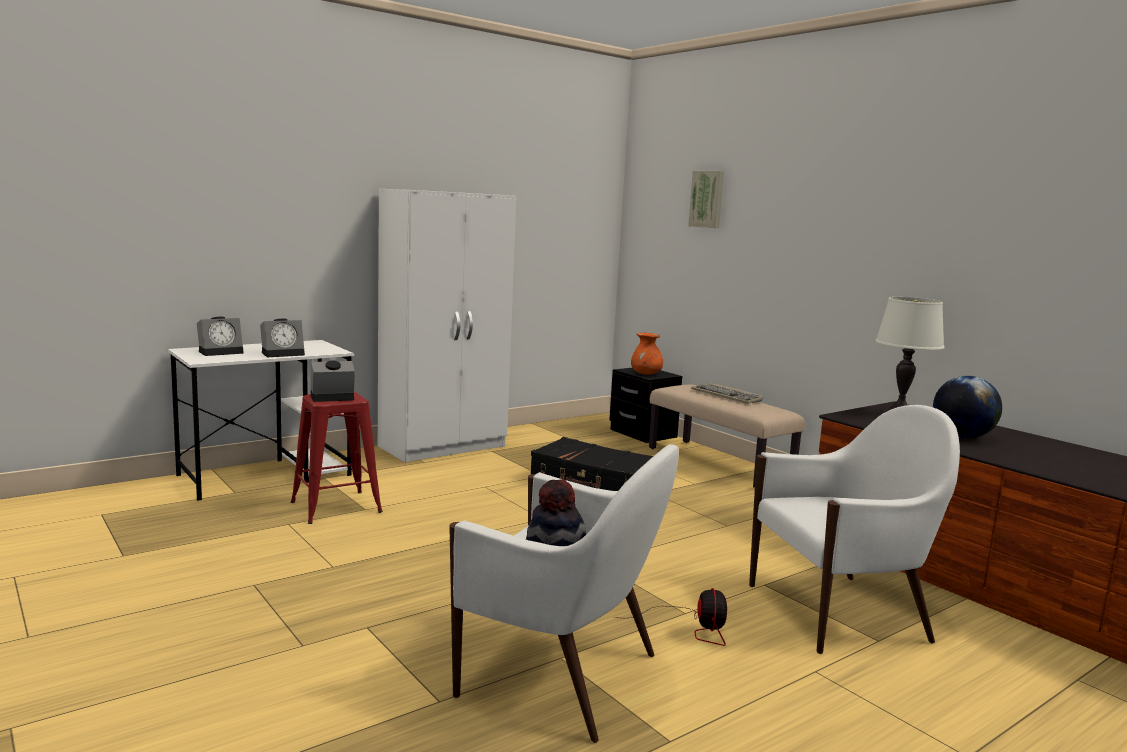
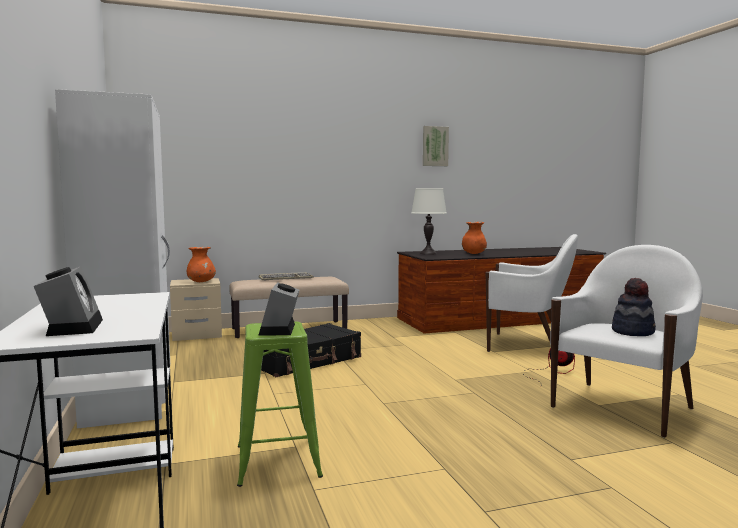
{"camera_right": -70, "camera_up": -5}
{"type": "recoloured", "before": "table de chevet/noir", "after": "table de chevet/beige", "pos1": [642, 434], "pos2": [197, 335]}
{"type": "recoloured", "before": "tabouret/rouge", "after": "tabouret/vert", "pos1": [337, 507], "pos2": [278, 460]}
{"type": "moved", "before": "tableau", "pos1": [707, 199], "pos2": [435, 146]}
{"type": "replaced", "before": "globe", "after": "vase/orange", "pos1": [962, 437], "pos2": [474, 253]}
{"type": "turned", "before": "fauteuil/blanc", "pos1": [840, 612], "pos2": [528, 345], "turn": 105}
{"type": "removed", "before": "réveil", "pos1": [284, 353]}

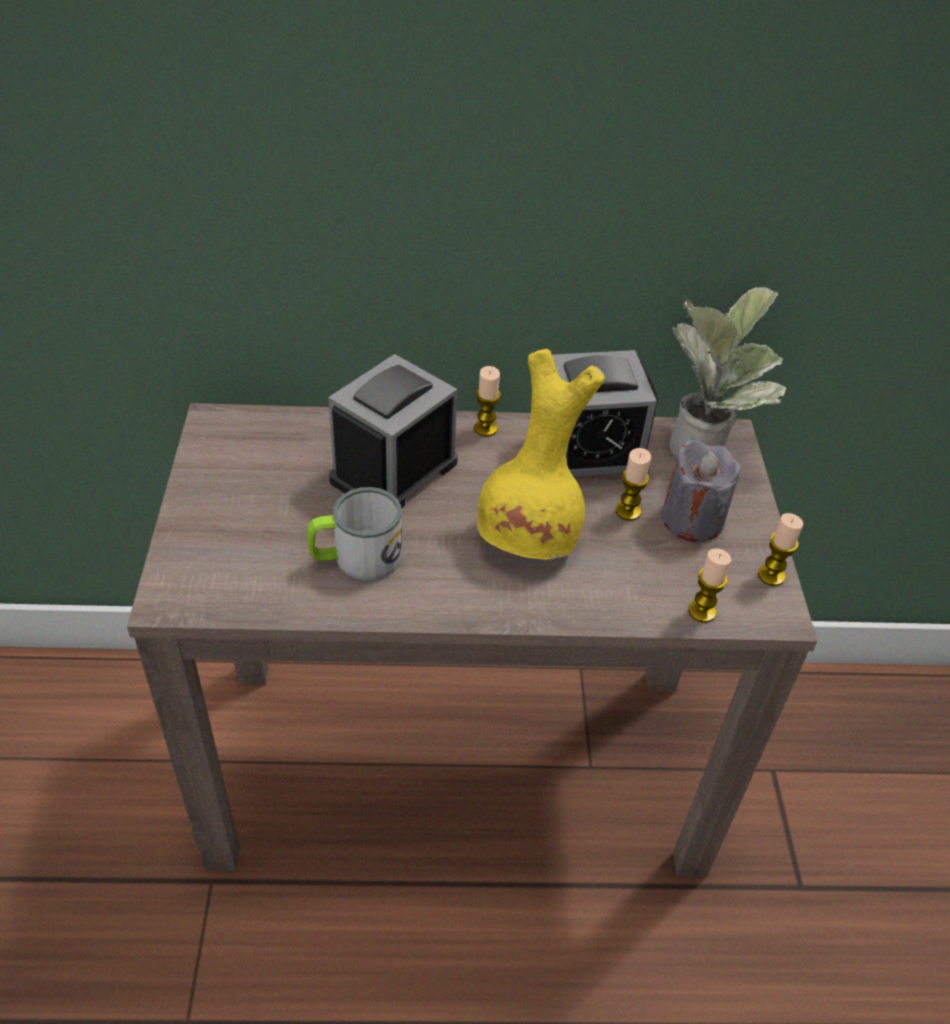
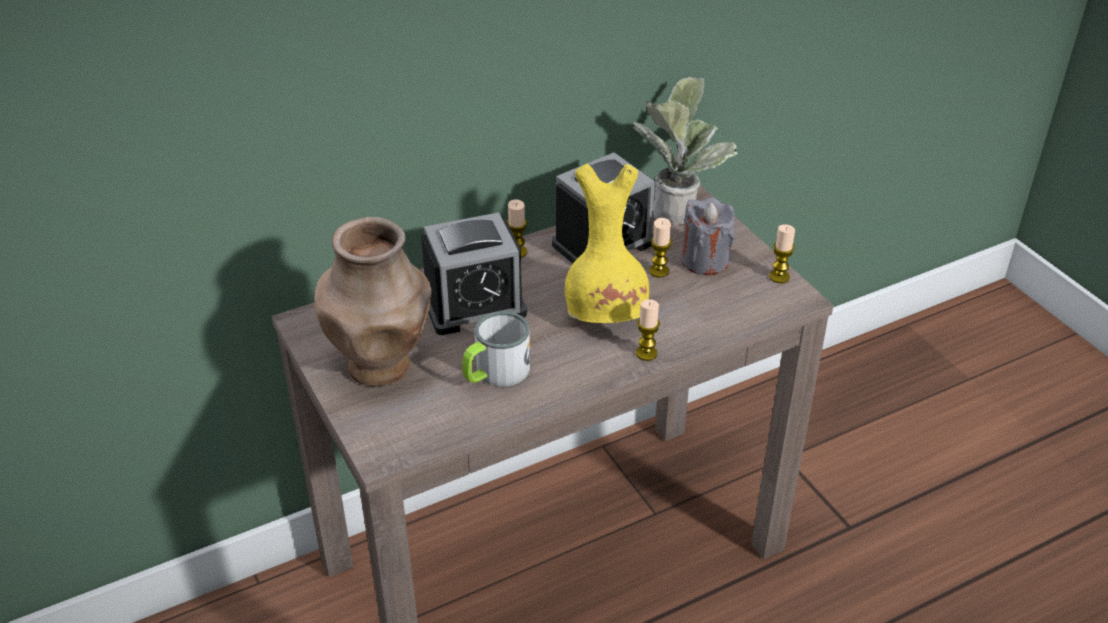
{"camera_right": -25, "camera_up": -5}
{"type": "added", "after": "vase/marron", "pos2": [381, 366]}
{"type": "turned", "before": "réveil", "pos1": [394, 471], "pos2": [474, 305], "turn": -120}
{"type": "moved", "before": "bougie", "pos1": [702, 611], "pos2": [646, 353]}

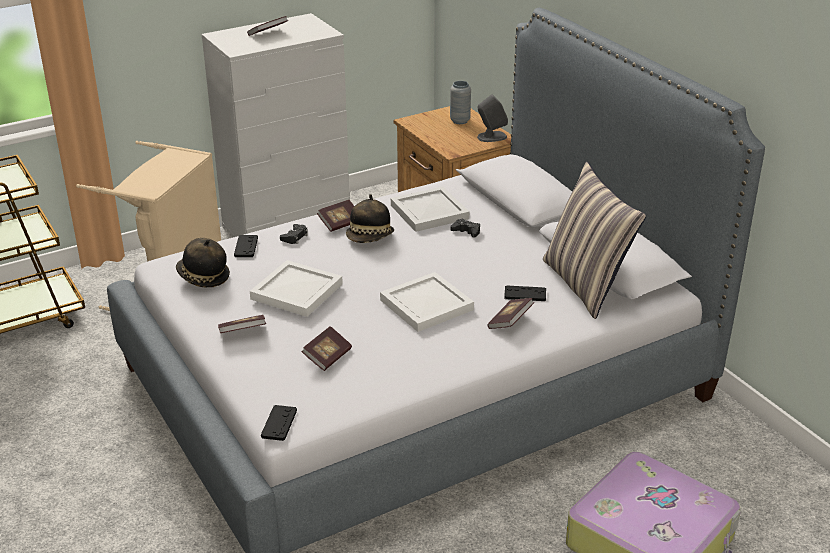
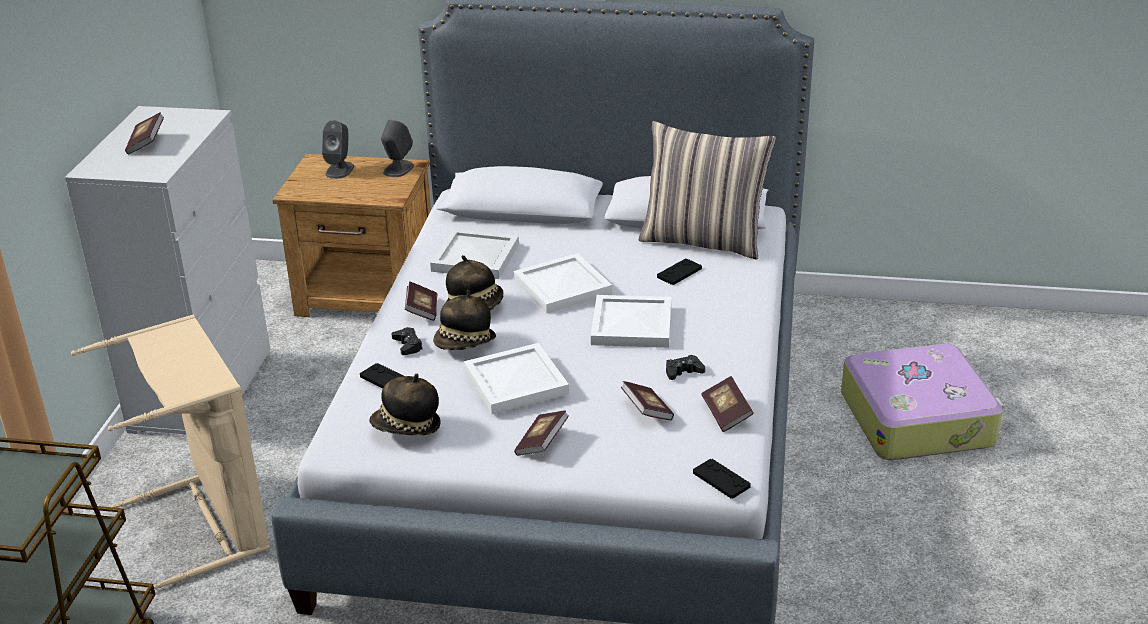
{"camera_right": -50, "camera_up": 0}
{"type": "replaced", "before": "vase/gris", "after": "enceinte/gris", "pos1": [460, 121], "pos2": [340, 170]}
{"type": "added", "after": "chapeau", "pos2": [465, 344]}
{"type": "added", "after": "plateau/blanc", "pos2": [563, 286]}
{"type": "moved", "before": "manette/noir", "pos1": [466, 231], "pos2": [683, 372]}
{"type": "moved", "before": "livre", "pos1": [510, 322], "pos2": [726, 414]}

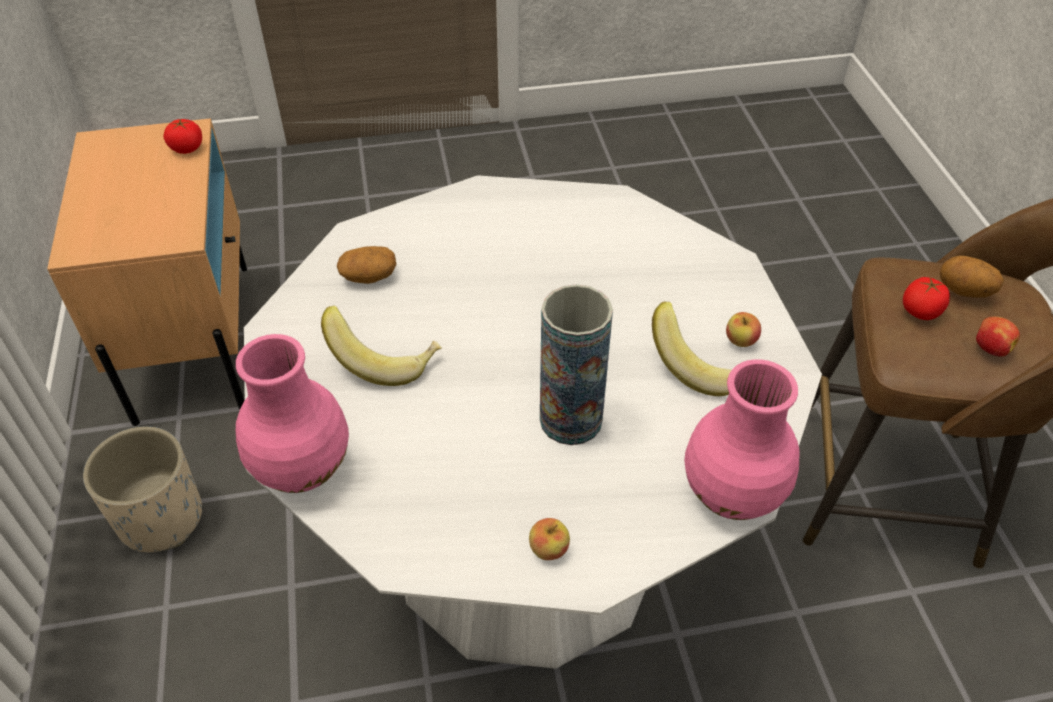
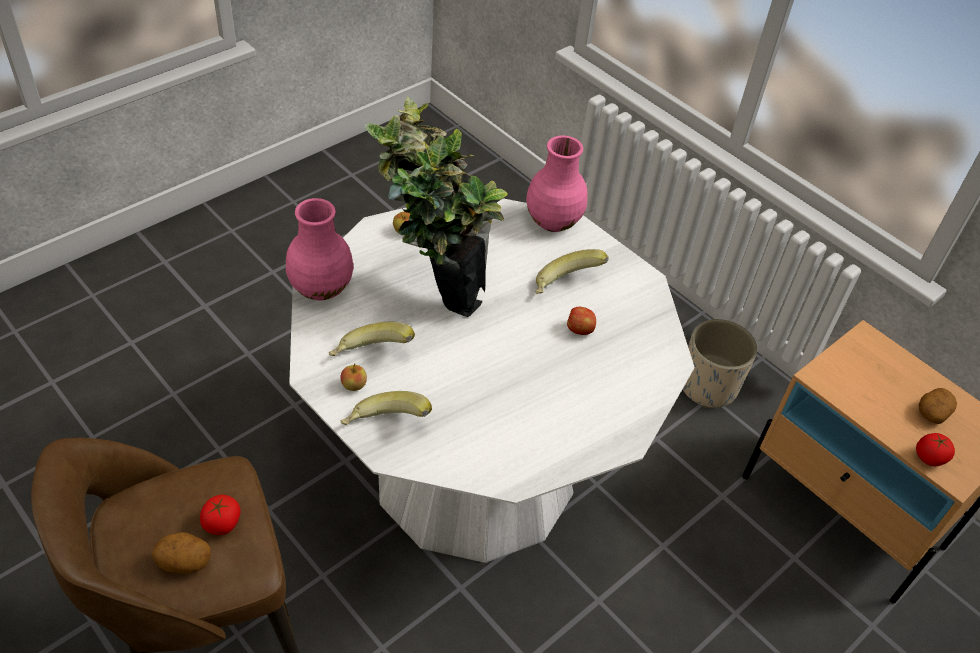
{"camera_right": 145, "camera_up": 0}
{"type": "added", "after": "banane", "pos2": [386, 427]}
{"type": "replaced", "before": "vase", "after": "plante en pot", "pos1": [571, 420], "pos2": [433, 294]}
{"type": "moved", "before": "pomme", "pos1": [990, 348], "pos2": [580, 330]}
{"type": "moved", "before": "pomme de terre", "pos1": [368, 276], "pos2": [932, 412]}

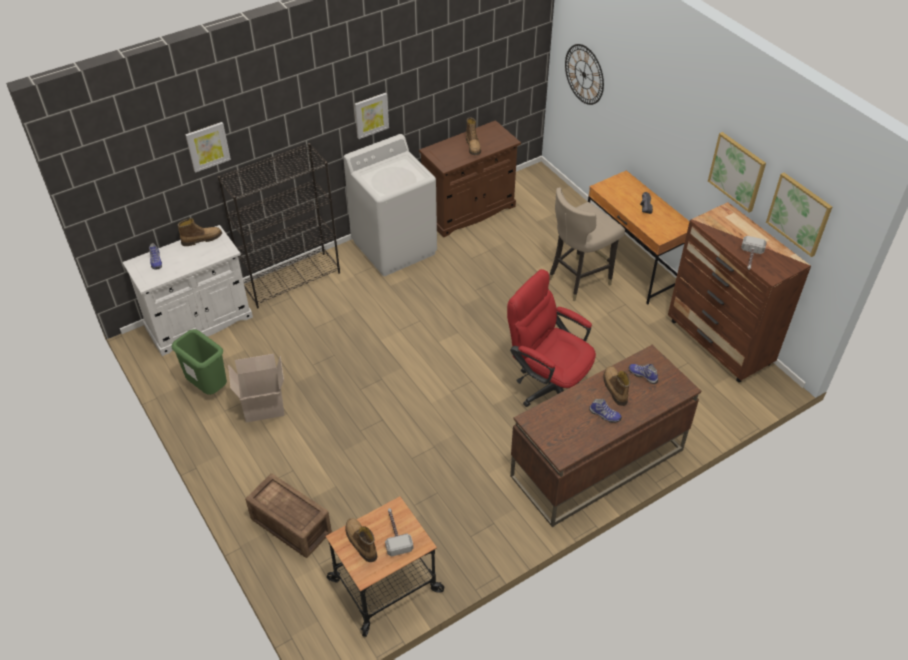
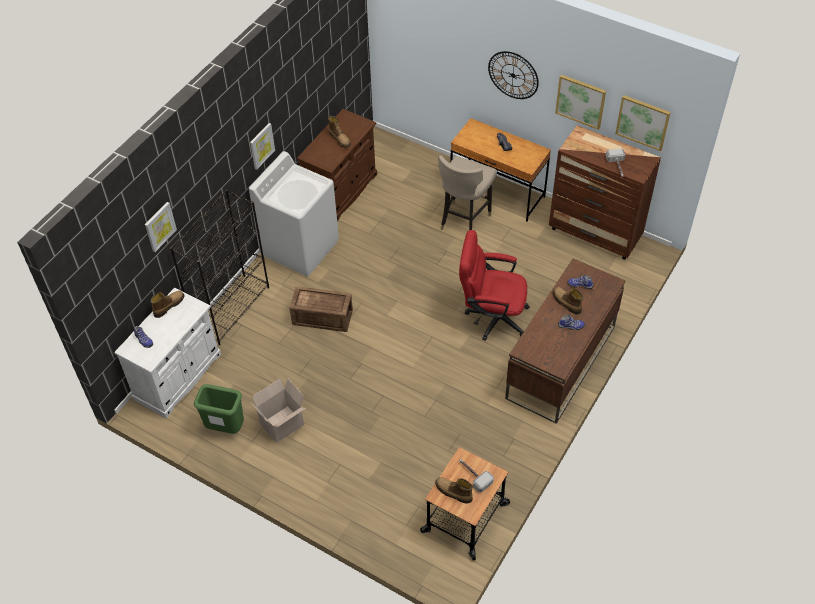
{"camera_right": -25, "camera_up": 5}
{"type": "moved", "before": "caisse", "pos1": [291, 527], "pos2": [323, 318]}
{"type": "moved", "before": "horloge murale", "pos1": [584, 74], "pos2": [513, 75]}

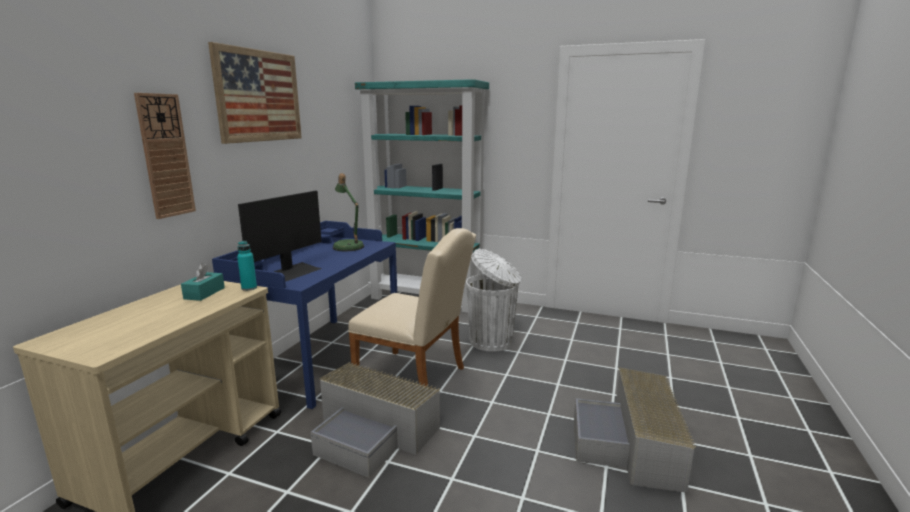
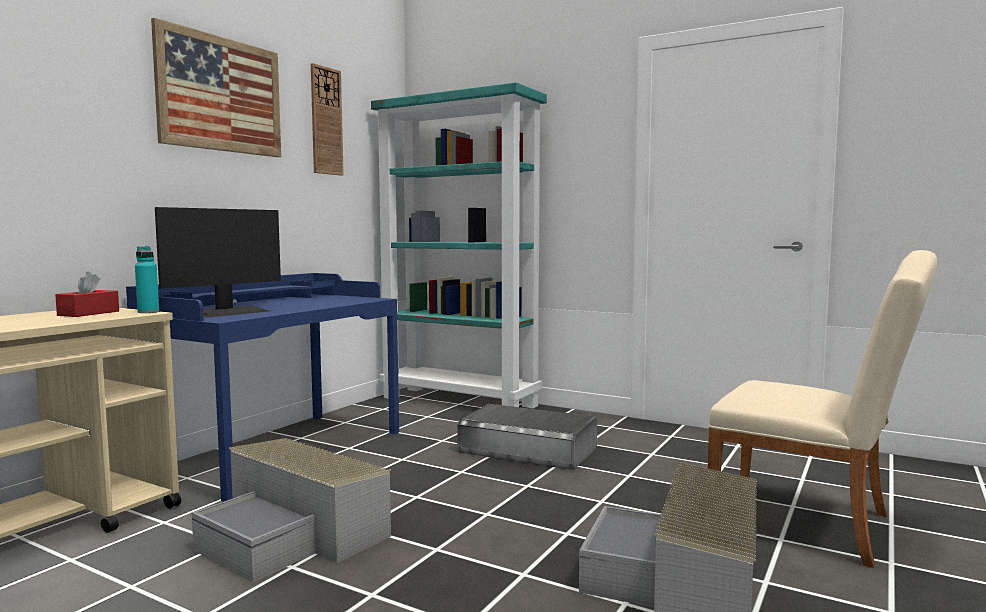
{"camera_right": 10, "camera_up": -10}
{"type": "recoloured", "before": "boîte à mouchoirs/turquoise", "after": "boîte à mouchoirs/rouge", "pos1": [204, 293], "pos2": [88, 313]}
{"type": "moved", "before": "horloge murale", "pos1": [165, 156], "pos2": [326, 121]}
{"type": "replaced", "before": "poubelle/blanc", "after": "boîte de rangement/gris", "pos1": [492, 341], "pos2": [528, 449]}
{"type": "moved", "before": "chaise/beige", "pos1": [417, 378], "pos2": [813, 524]}
{"type": "removed", "before": "lampe de table", "pos1": [348, 245]}

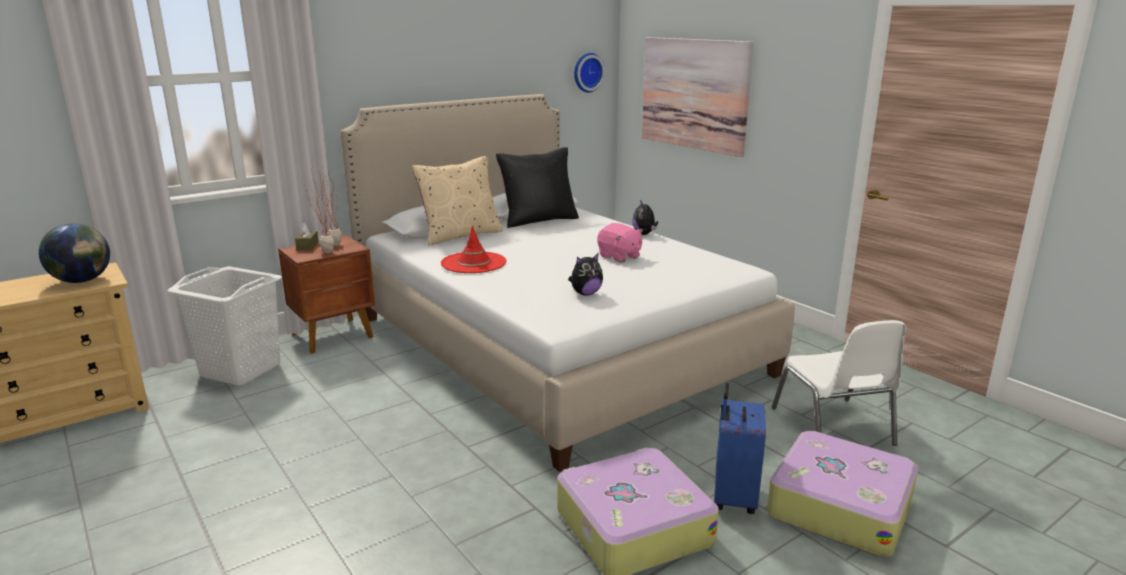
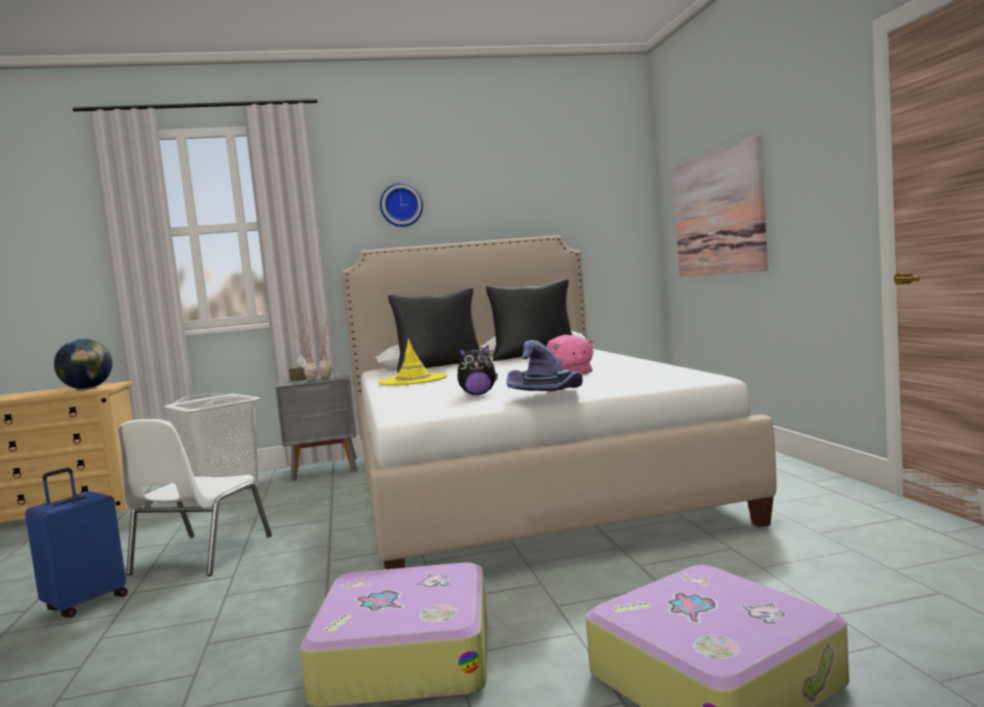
{"camera_right": 25, "camera_up": -15}
{"type": "moved", "before": "valise/bleu", "pos1": [732, 498], "pos2": [85, 603]}
{"type": "moved", "before": "chaise/blanc", "pos1": [833, 427], "pos2": [199, 556]}
{"type": "recoloured", "before": "table de chevet/marron", "after": "table de chevet/gris", "pos1": [334, 336], "pos2": [326, 469]}
{"type": "recoloured", "before": "chapeau/rouge", "after": "chapeau/jaune", "pos1": [473, 263], "pos2": [413, 380]}
{"type": "moved", "before": "horloge murale", "pos1": [587, 72], "pos2": [401, 205]}
{"type": "recoloured", "before": "coussin/beige", "after": "coussin/noir", "pos1": [460, 235], "pos2": [439, 366]}
{"type": "added", "after": "chapeau/violet", "pos2": [548, 396]}
{"type": "removed", "before": "peluche", "pos1": [644, 234]}

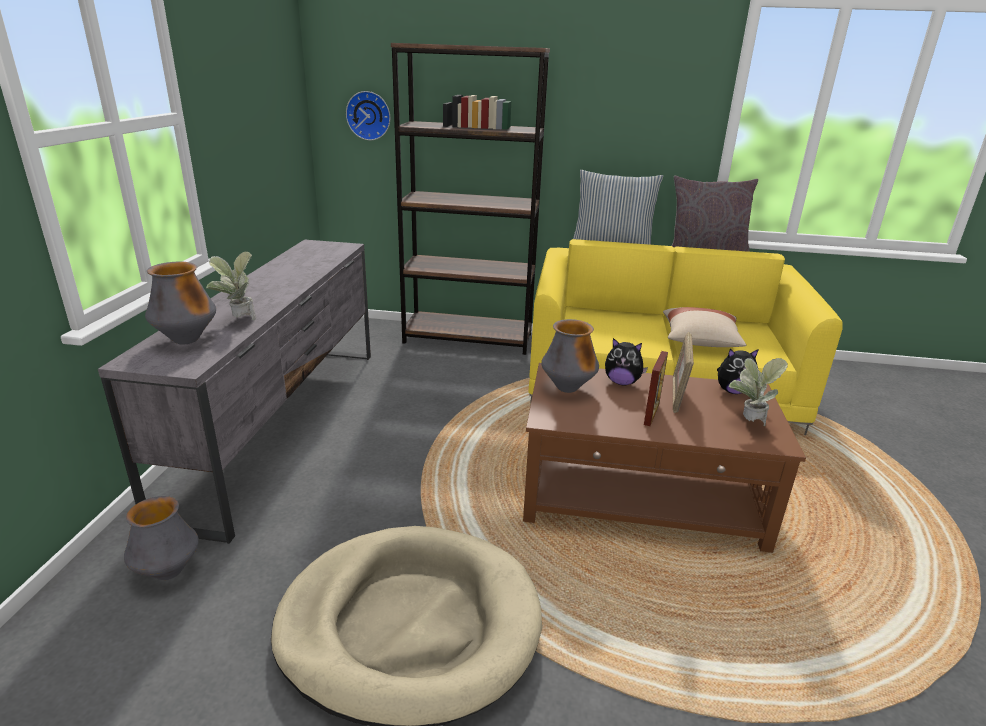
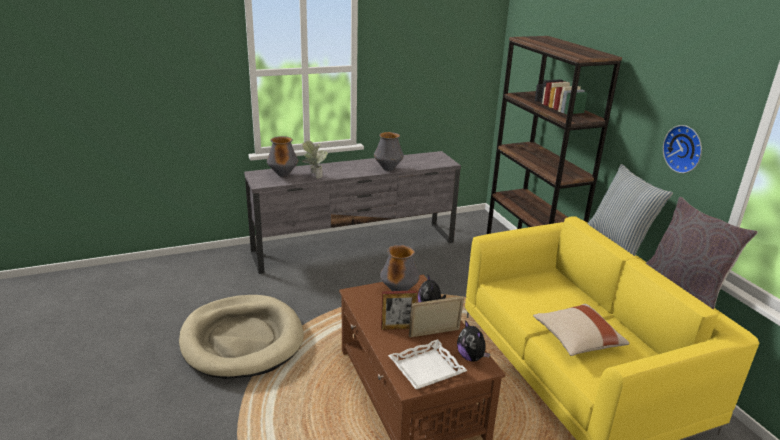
{"camera_right": 60, "camera_up": 0}
{"type": "moved", "before": "vase", "pos1": [168, 572], "pos2": [388, 169]}
{"type": "replaced", "before": "plante en pot", "after": "plateau/blanc", "pos1": [747, 422], "pos2": [426, 369]}
{"type": "moved", "before": "horloge murale", "pos1": [369, 115], "pos2": [684, 148]}

